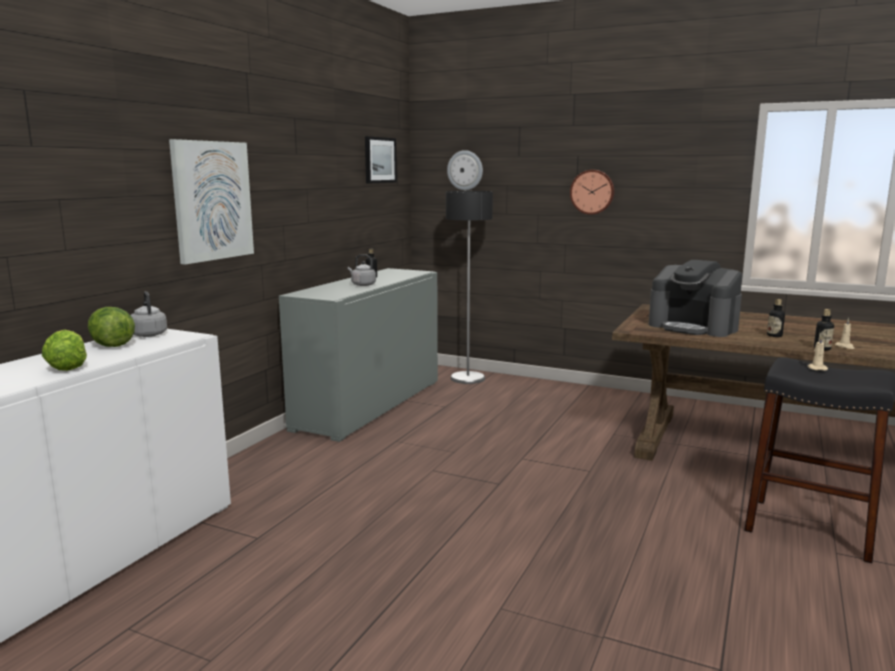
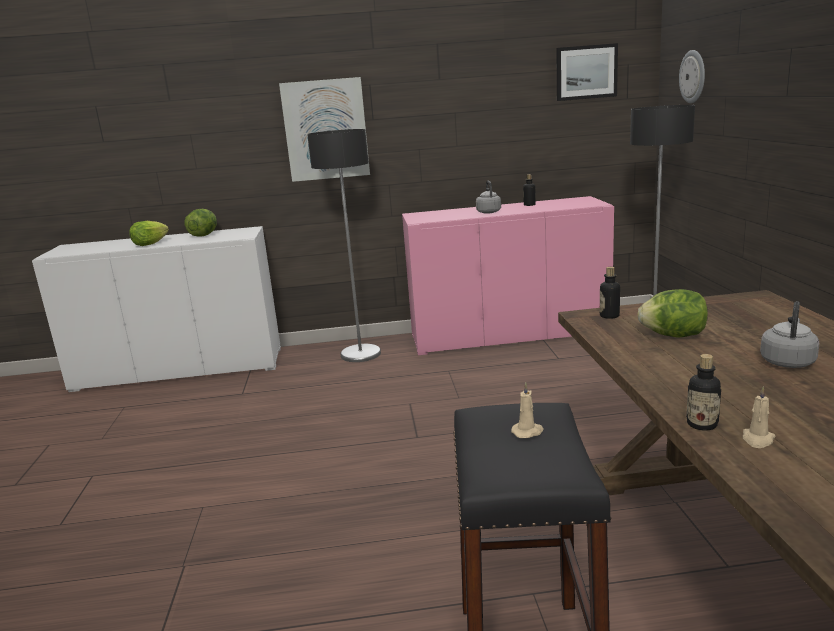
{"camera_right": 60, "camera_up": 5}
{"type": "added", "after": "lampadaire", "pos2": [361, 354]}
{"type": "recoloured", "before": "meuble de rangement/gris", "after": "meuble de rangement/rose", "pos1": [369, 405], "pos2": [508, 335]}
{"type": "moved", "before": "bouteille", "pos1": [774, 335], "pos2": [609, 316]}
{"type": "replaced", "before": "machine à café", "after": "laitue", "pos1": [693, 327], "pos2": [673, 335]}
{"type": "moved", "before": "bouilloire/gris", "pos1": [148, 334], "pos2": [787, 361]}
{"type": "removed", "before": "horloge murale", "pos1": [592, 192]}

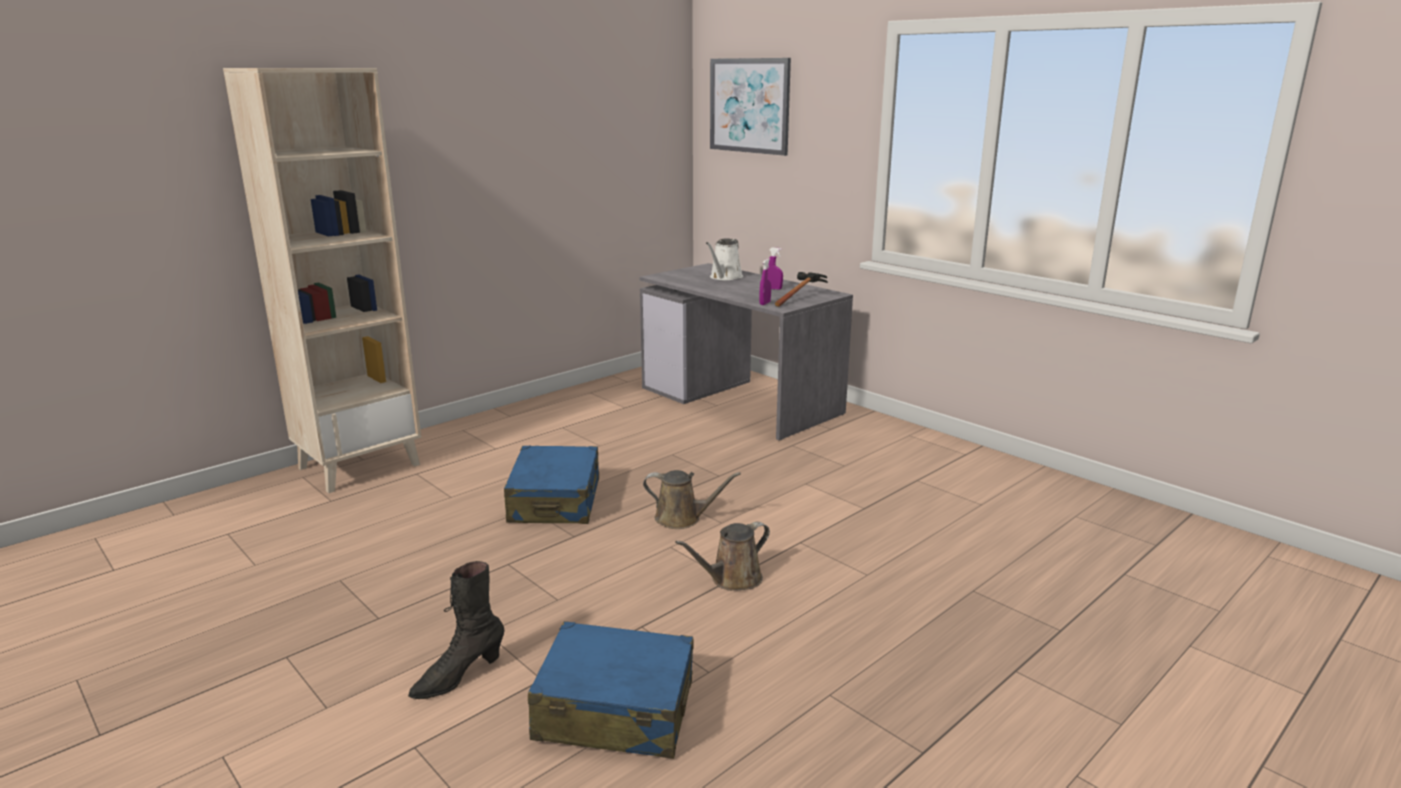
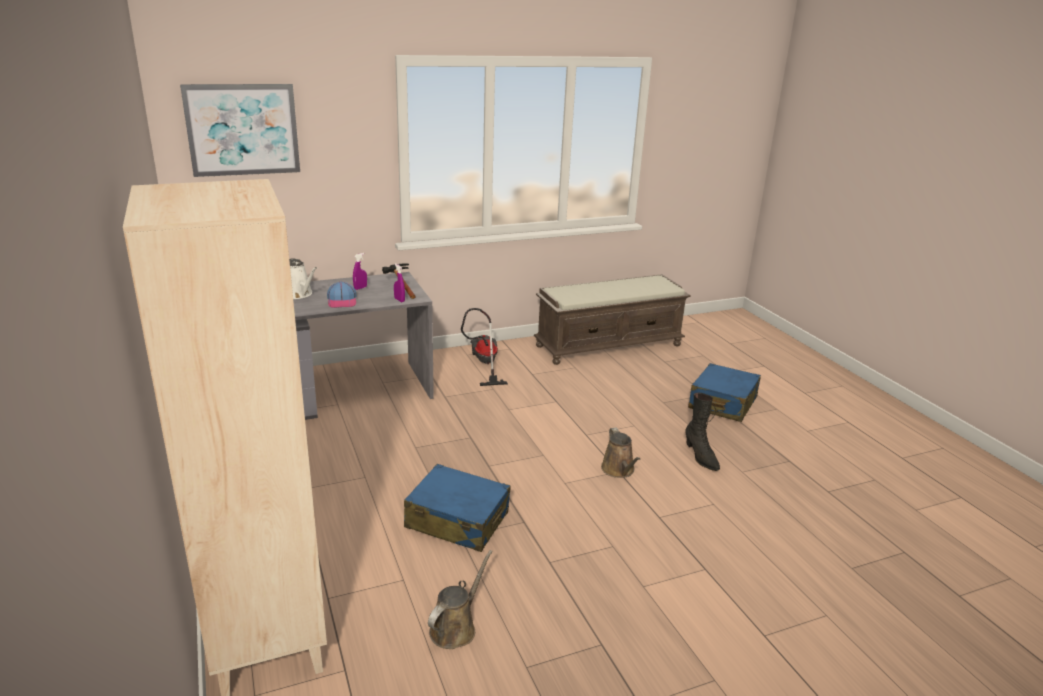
{"camera_right": -70, "camera_up": 5}
{"type": "added", "after": "casquette", "pos2": [342, 301]}
{"type": "moved", "before": "arrosoir/marron", "pos1": [682, 518], "pos2": [455, 628]}
{"type": "added", "after": "aspirateur", "pos2": [483, 363]}
{"type": "added", "after": "banc/marron", "pos2": [609, 345]}
{"type": "moved", "before": "botte/noir", "pos1": [458, 676], "pos2": [700, 457]}
{"type": "moved", "before": "valise/bleu", "pos1": [615, 711], "pos2": [722, 403]}

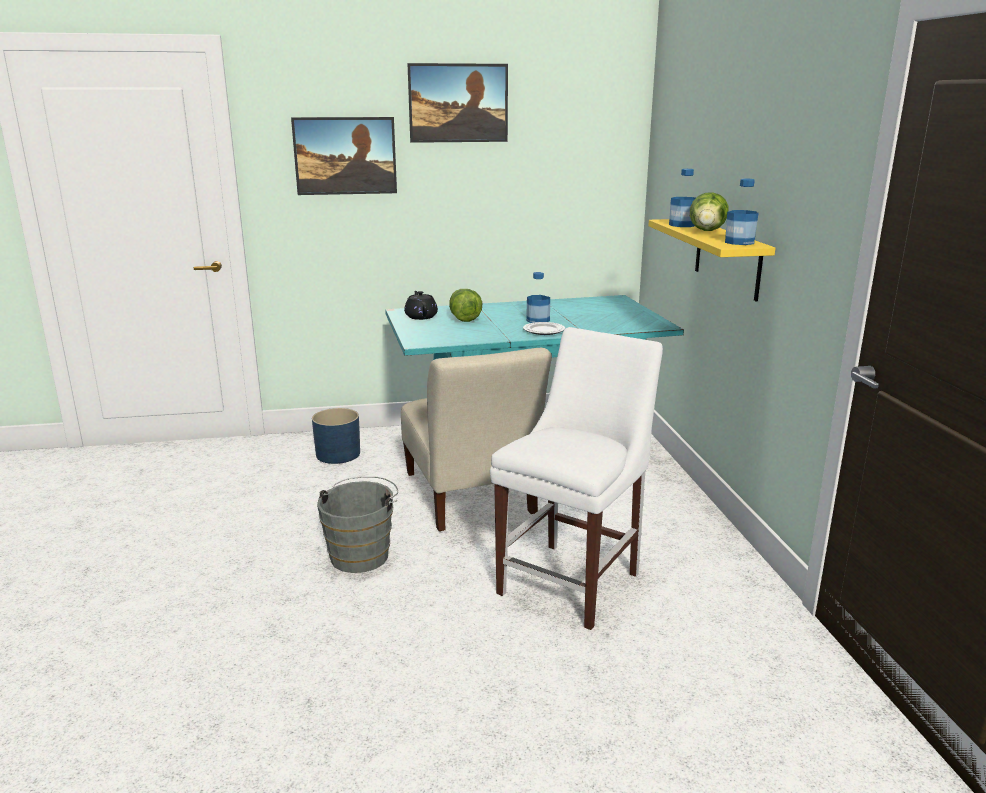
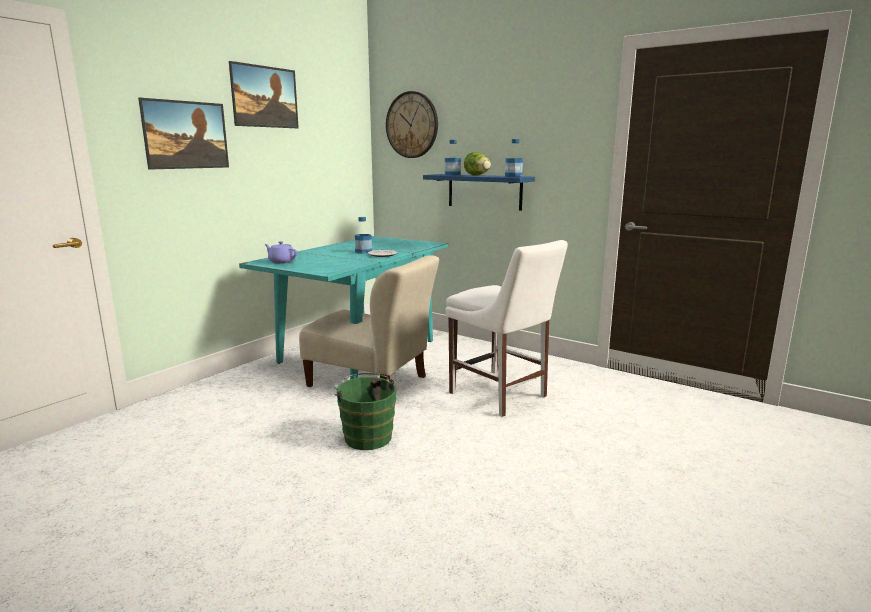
{"camera_right": -45, "camera_up": -5}
{"type": "recoloured", "before": "théière/noir", "after": "théière/violet", "pos1": [421, 316], "pos2": [281, 262]}
{"type": "recoloured", "before": "seau/gris", "after": "seau/vert", "pos1": [362, 554], "pos2": [367, 436]}
{"type": "added", "after": "horloge murale", "pos2": [412, 125]}
{"type": "recoloured", "before": "étagère/jaune", "after": "étagère/bleu", "pos1": [727, 258], "pos2": [484, 191]}
{"type": "turned", "before": "chaise/blanc", "pos1": [573, 580], "pos2": [501, 396], "turn": 150}
{"type": "removed", "before": "cache-pot/bleu", "pos1": [338, 454]}
{"type": "removed", "before": "laitue", "pos1": [463, 318]}

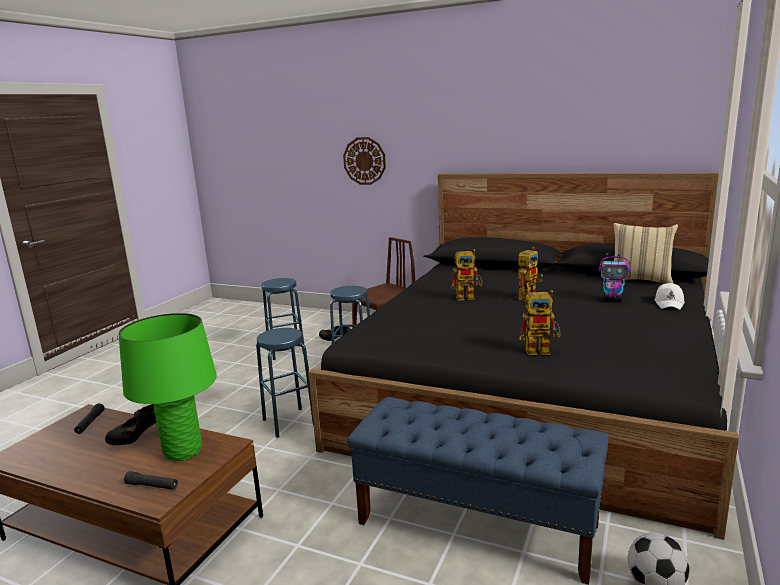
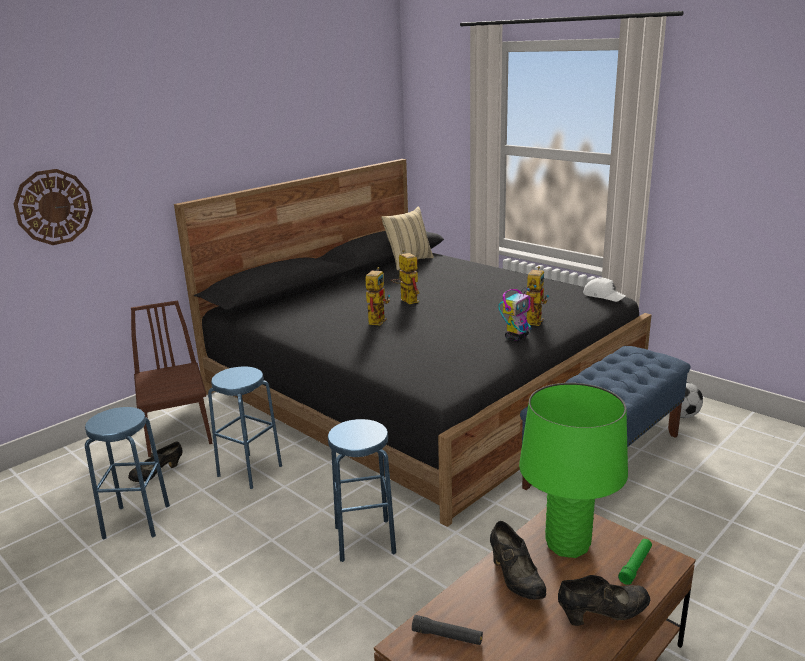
{"camera_right": -70, "camera_up": 5}
{"type": "moved", "before": "robot jouet", "pos1": [612, 300], "pos2": [517, 337]}
{"type": "added", "after": "chaussure/noir", "pos2": [603, 615]}
{"type": "moved", "before": "casquette/blanc", "pos1": [669, 303], "pos2": [603, 296]}
{"type": "recoloured", "before": "lampe de poche/noir", "after": "lampe de poche/vert", "pos1": [152, 486], "pos2": [635, 565]}

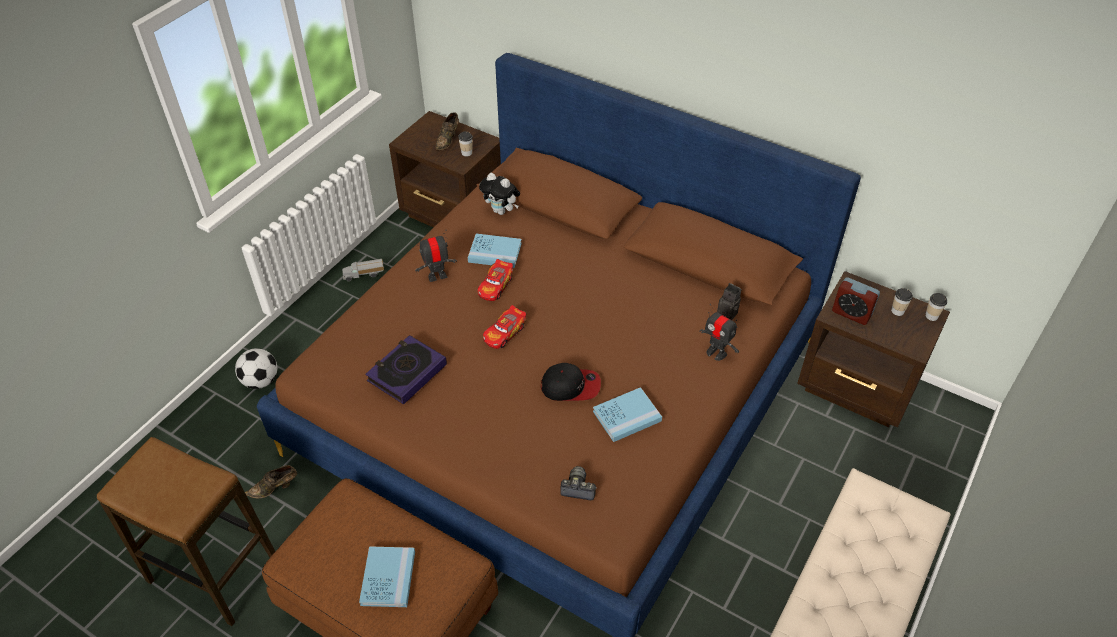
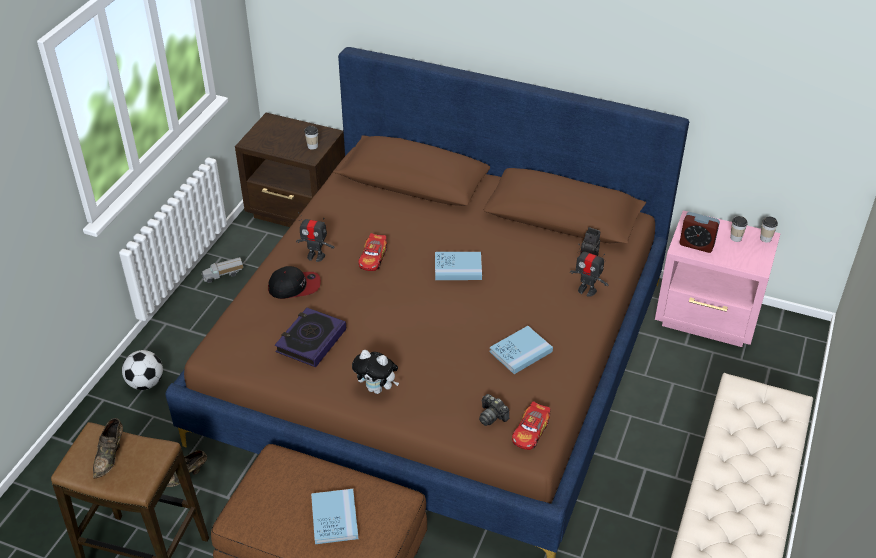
{"camera_right": -10, "camera_up": -5}
{"type": "moved", "before": "chaussure/marron", "pos1": [448, 140], "pos2": [110, 456]}
{"type": "moved", "before": "casquette", "pos1": [571, 386], "pos2": [294, 286]}
{"type": "turned", "before": "robot jouet", "pos1": [437, 276], "pos2": [316, 256], "turn": -135}
{"type": "moved", "before": "peluche", "pos1": [501, 211], "pos2": [377, 389]}
{"type": "moved", "before": "livre/bleu", "pos1": [495, 252], "pos2": [458, 268]}
{"type": "turned", "before": "appareil photo", "pos1": [578, 489], "pos2": [492, 416], "turn": -135}
{"type": "moved", "before": "petite voiture", "pos1": [504, 333], "pos2": [530, 432]}
{"type": "recoloured", "before": "table de chevet/marron", "after": "table de chevet/rose", "pos1": [857, 389], "pos2": [708, 318]}

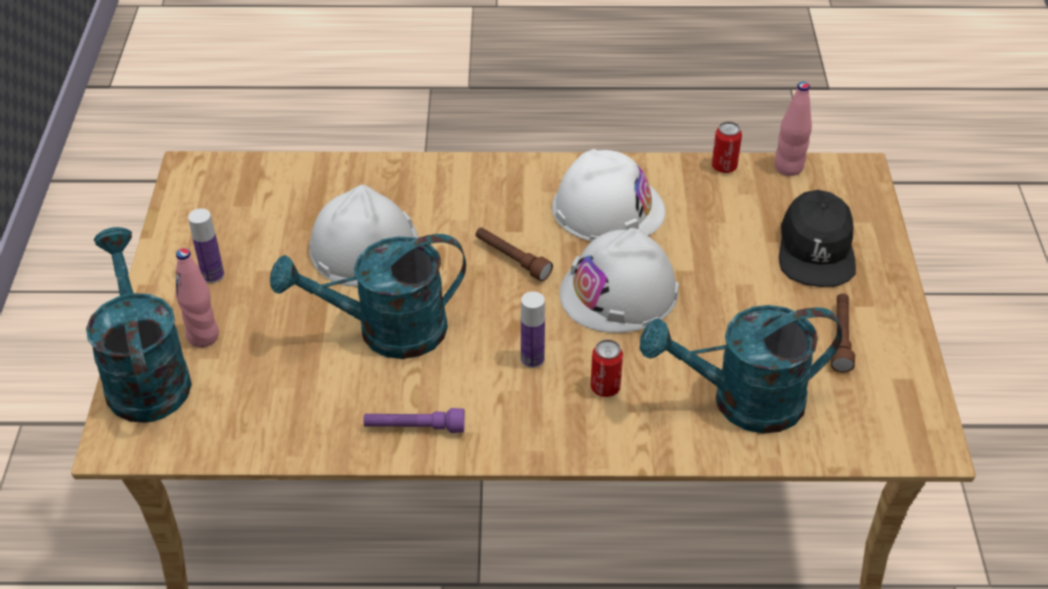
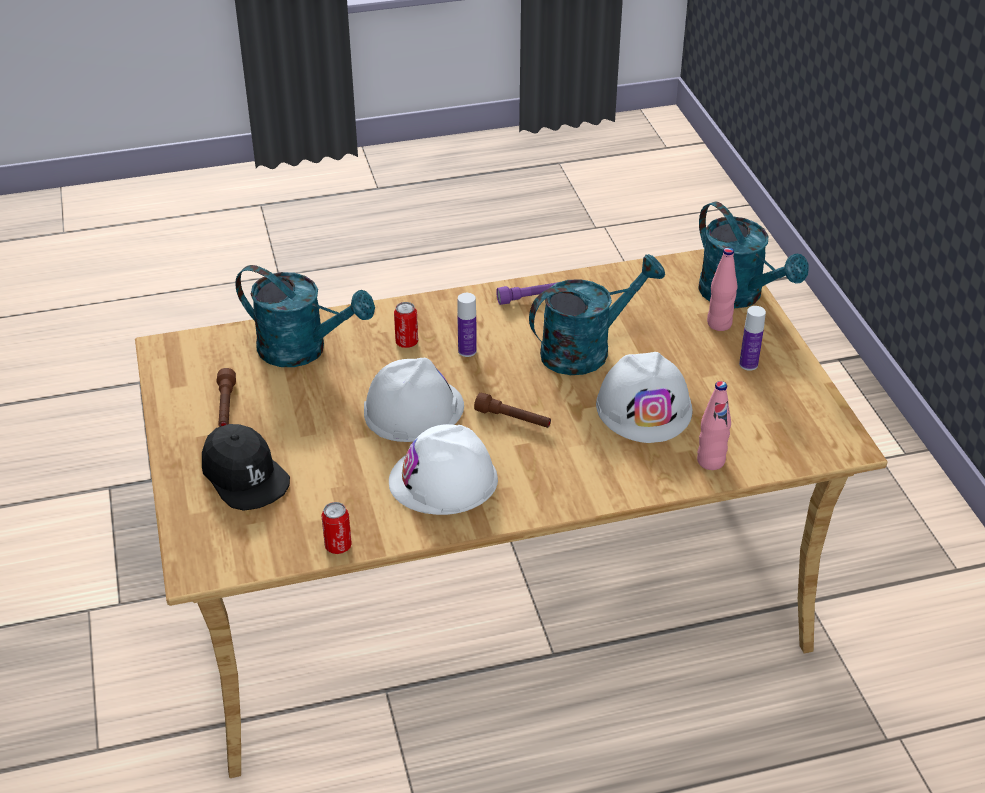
{"camera_right": 165, "camera_up": -5}
{"type": "turned", "before": "casquette/noir", "pos1": [816, 249], "pos2": [244, 476], "turn": 150}
{"type": "turned", "before": "arrosoir/turquoise", "pos1": [741, 402], "pos2": [303, 350], "turn": 45}
{"type": "moved", "before": "bouteille/rose", "pos1": [788, 168], "pos2": [710, 461]}

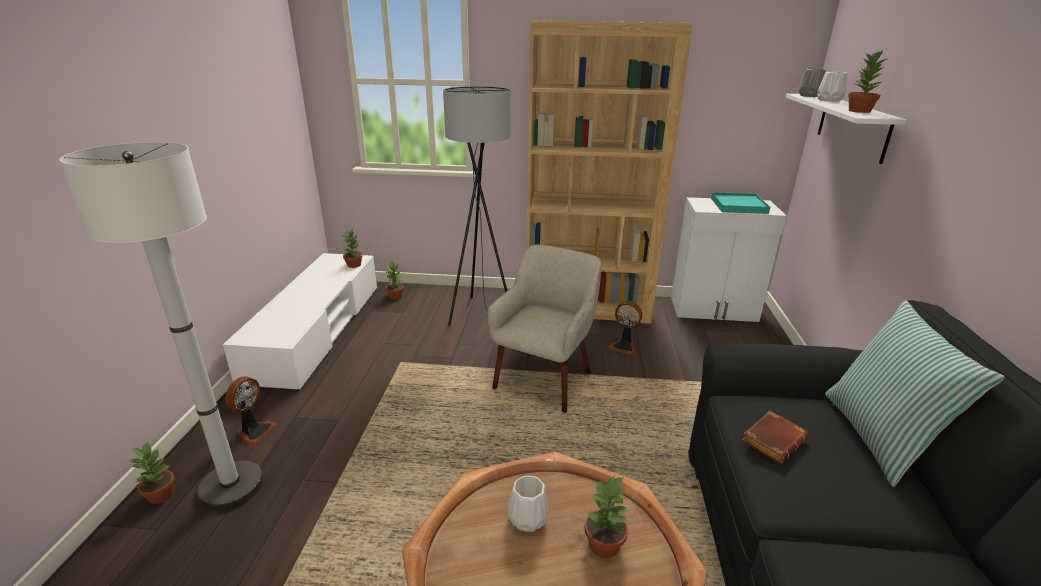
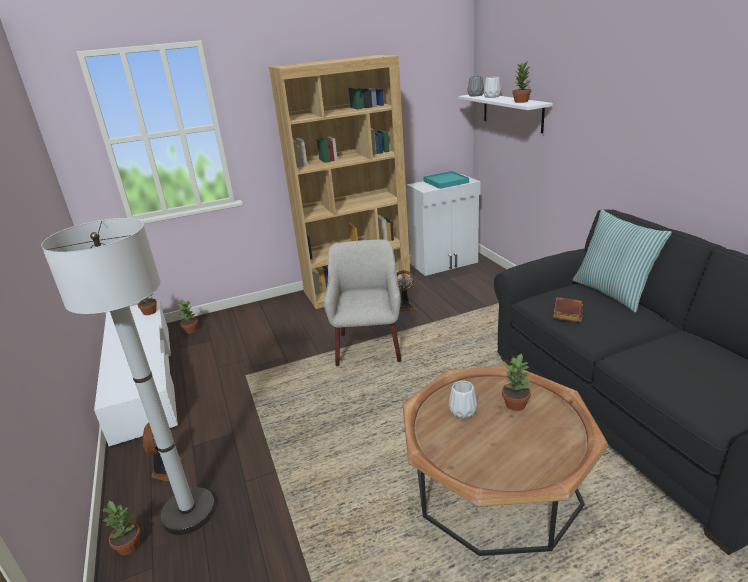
{"camera_right": -25, "camera_up": 0}
{"type": "removed", "before": "lampadaire/gris", "pos1": [483, 314]}

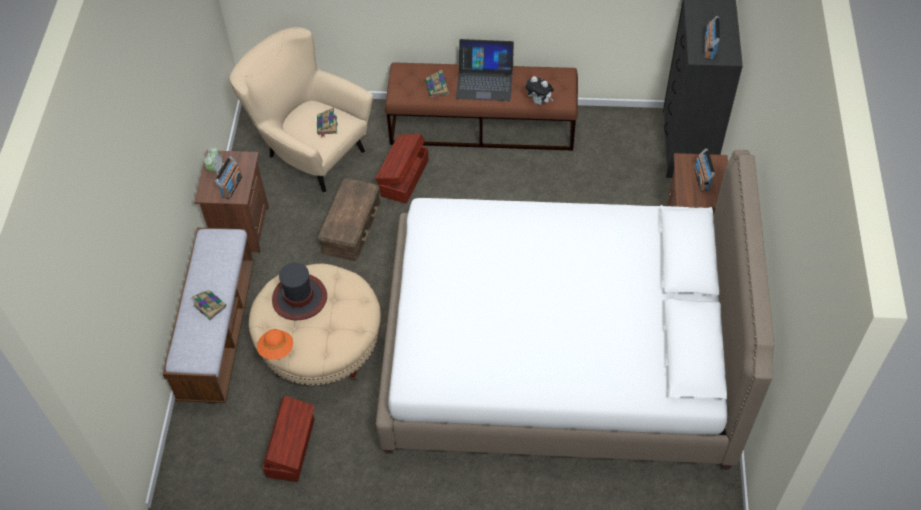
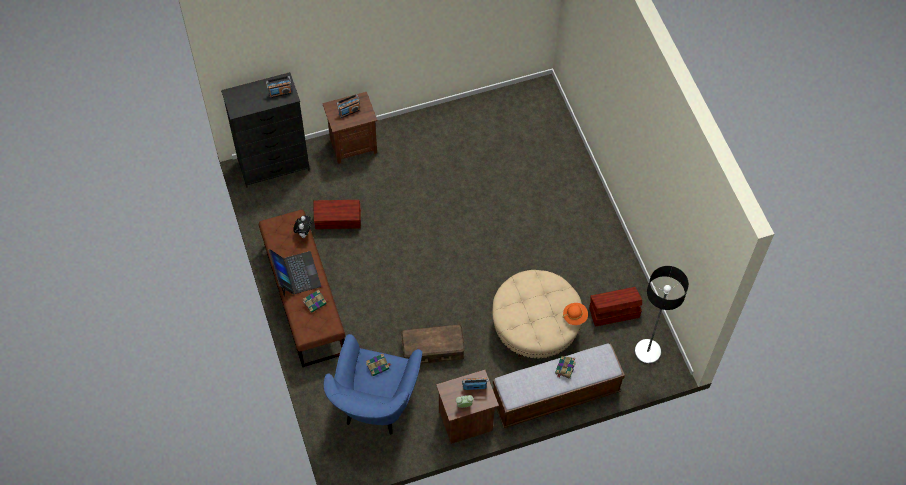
{"camera_right": -115, "camera_up": 5}
{"type": "moved", "before": "boîte de rangement/marron", "pos1": [403, 178], "pos2": [338, 220]}
{"type": "recoloured", "before": "fauteuil/beige", "after": "fauteuil/bleu", "pos1": [310, 152], "pos2": [375, 407]}
{"type": "added", "after": "lampadaire", "pos2": [647, 352]}
{"type": "removed", "before": "chapeau", "pos1": [300, 298]}
{"type": "removed", "before": "lit/blanc", "pos1": [558, 354]}

